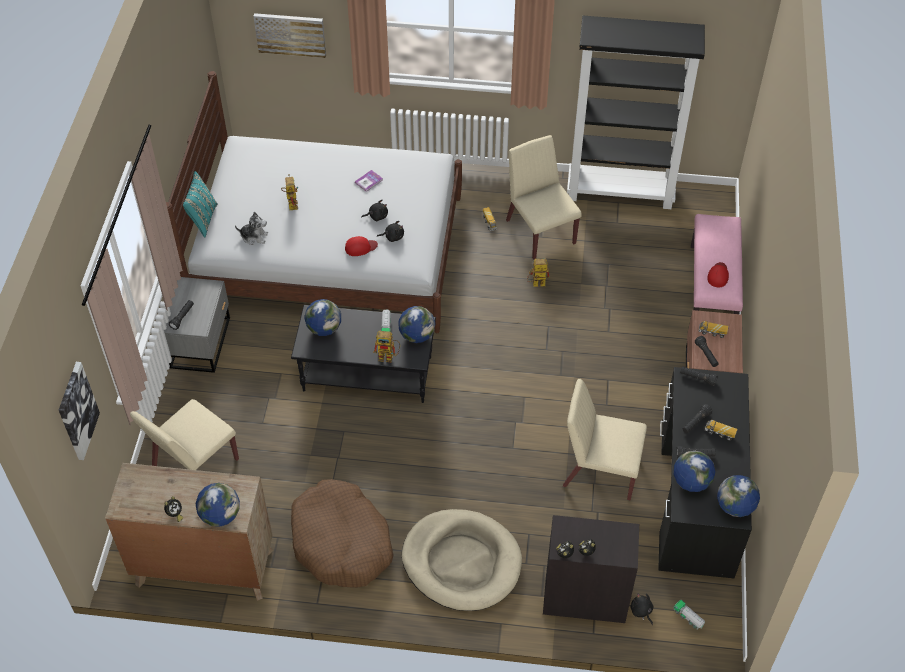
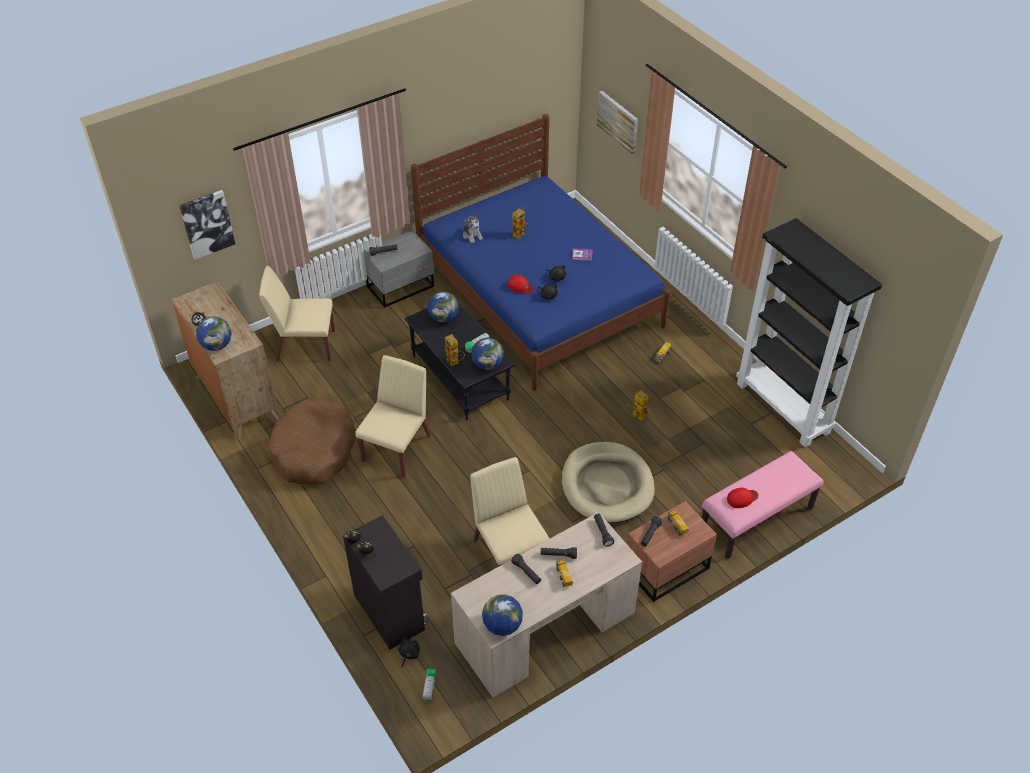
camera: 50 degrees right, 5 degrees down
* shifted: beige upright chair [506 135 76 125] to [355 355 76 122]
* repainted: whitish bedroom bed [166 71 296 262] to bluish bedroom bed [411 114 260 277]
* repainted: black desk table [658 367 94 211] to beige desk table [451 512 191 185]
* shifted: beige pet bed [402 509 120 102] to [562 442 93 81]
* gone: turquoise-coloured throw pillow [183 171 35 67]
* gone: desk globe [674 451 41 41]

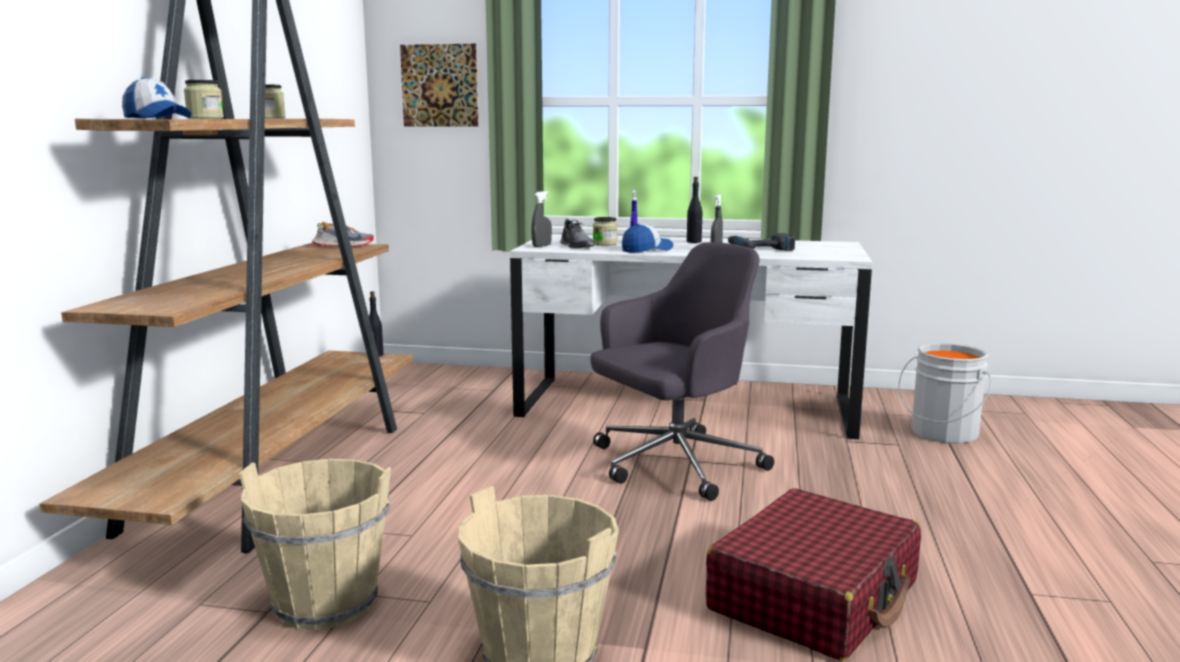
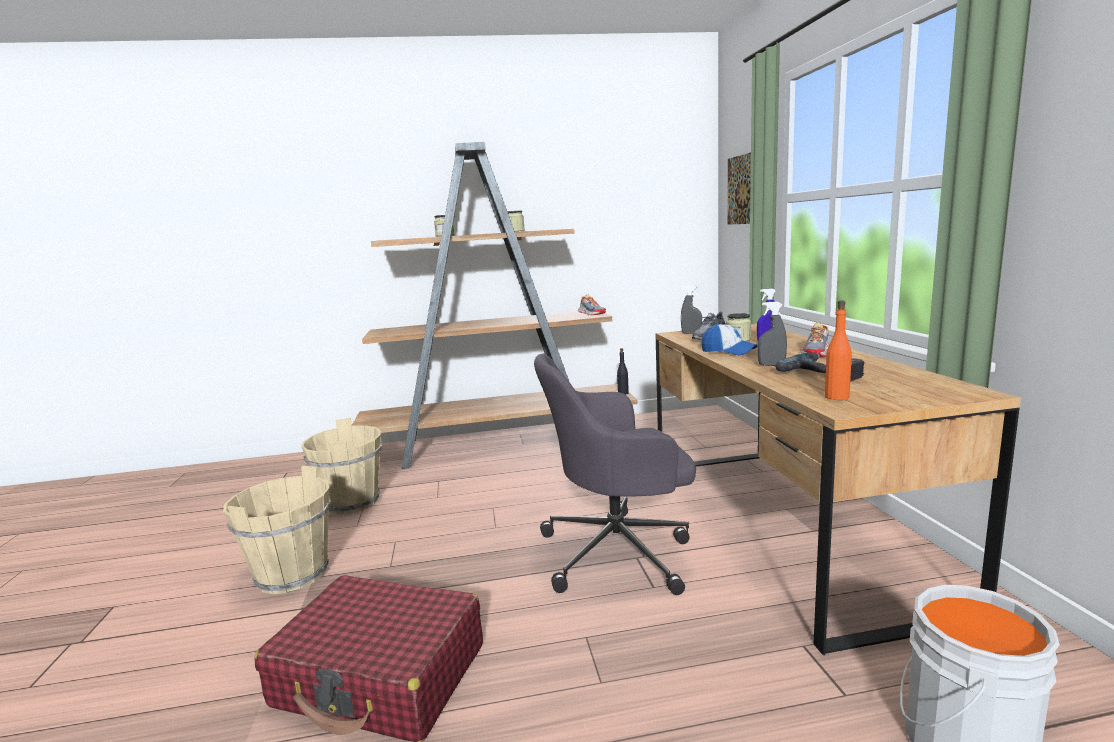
camera: 70 degrees right, 0 degrees up
* rotated: greyish desk chair [591 242 183 259] = [534 354 162 241] 135 degrees clockwise
* repainted: whitish desk table [510 234 362 205] to brown-coloured desk table [655 324 366 331]
* swapped: black beverage bottle [687 177 15 66] to shoe [801 322 29 35]
* new: orangey beverage bottle [825 300 27 100]
* gone: baseball cap [122 77 69 41]

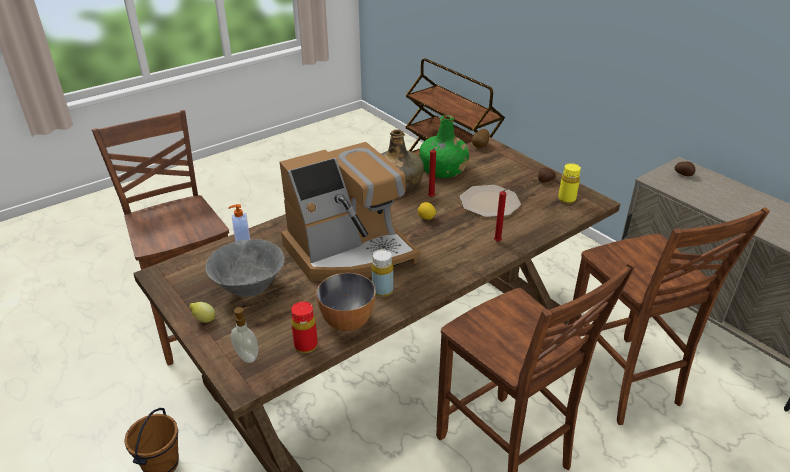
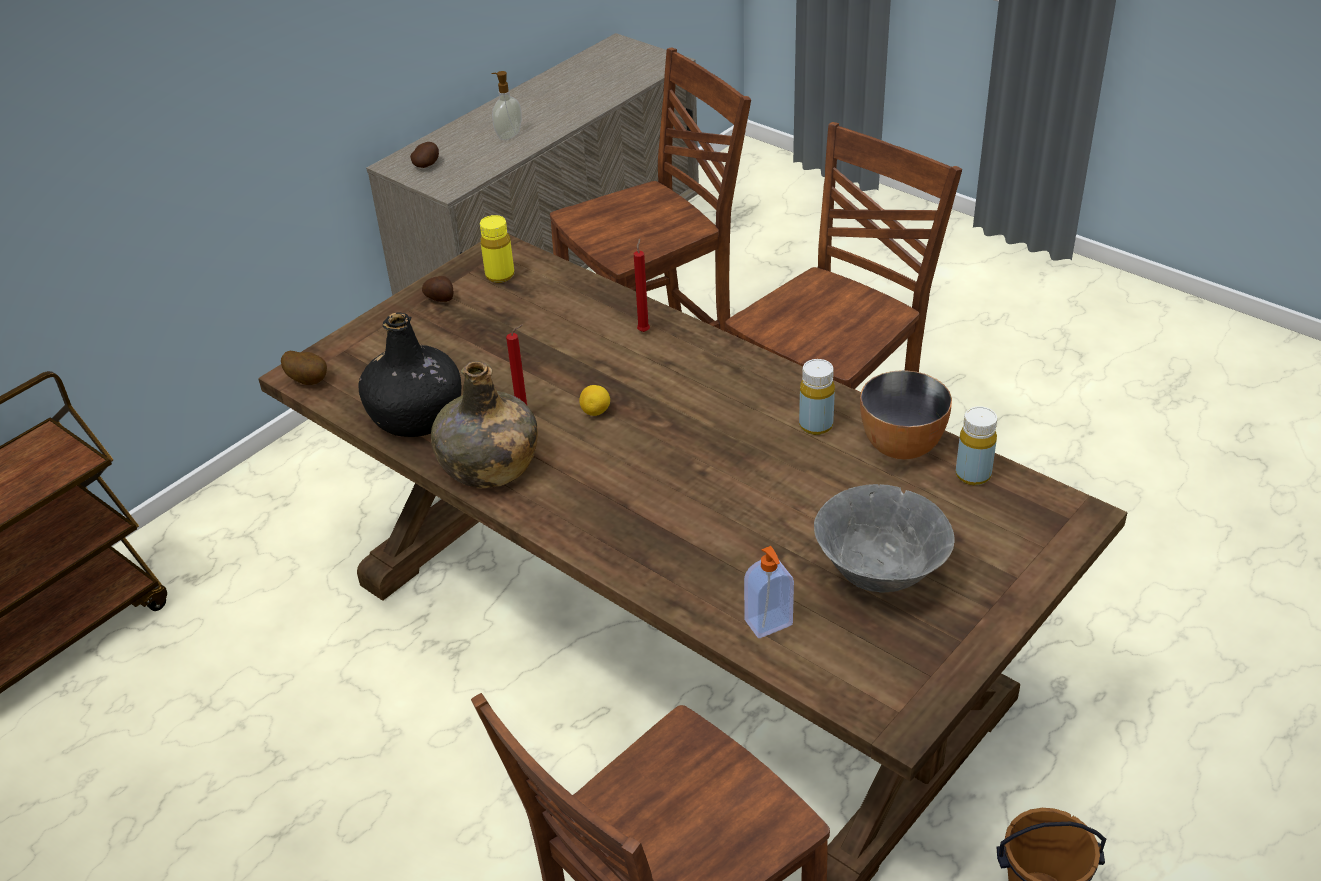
camera: 100 degrees left, 5 degrees up
* repainted: greenish beverage bottle [419 115 51 63] to black beverage bottle [359 312 103 125]
* shifted: soap bottle [231 306 27 57] to [491 71 31 69]
* repainted: reddish beverage bottle [291 301 27 52] to yellow beverage bottle [956 406 41 79]
* gone: whole lemon [189 302 26 21]
* gone: coffee maker [280 142 140 139]
* gone: flat dish [460 185 61 32]

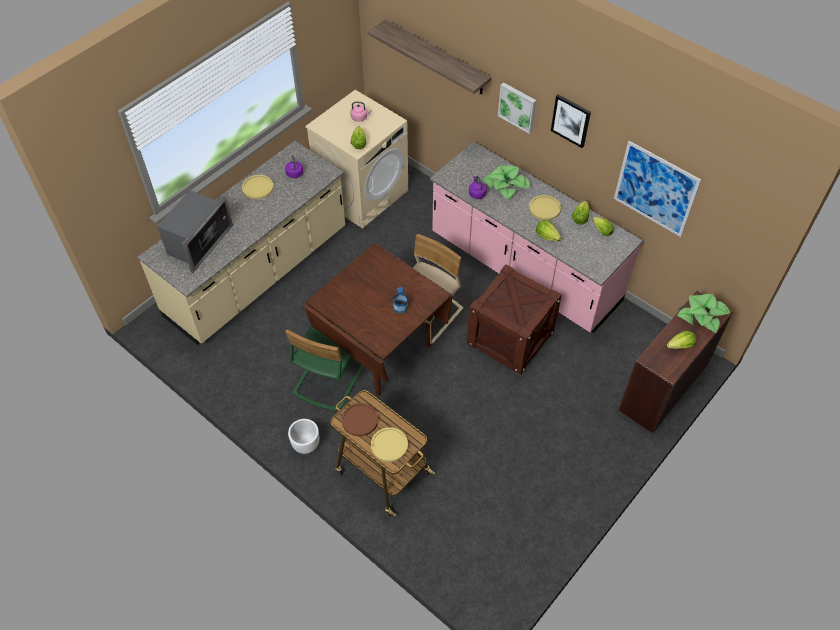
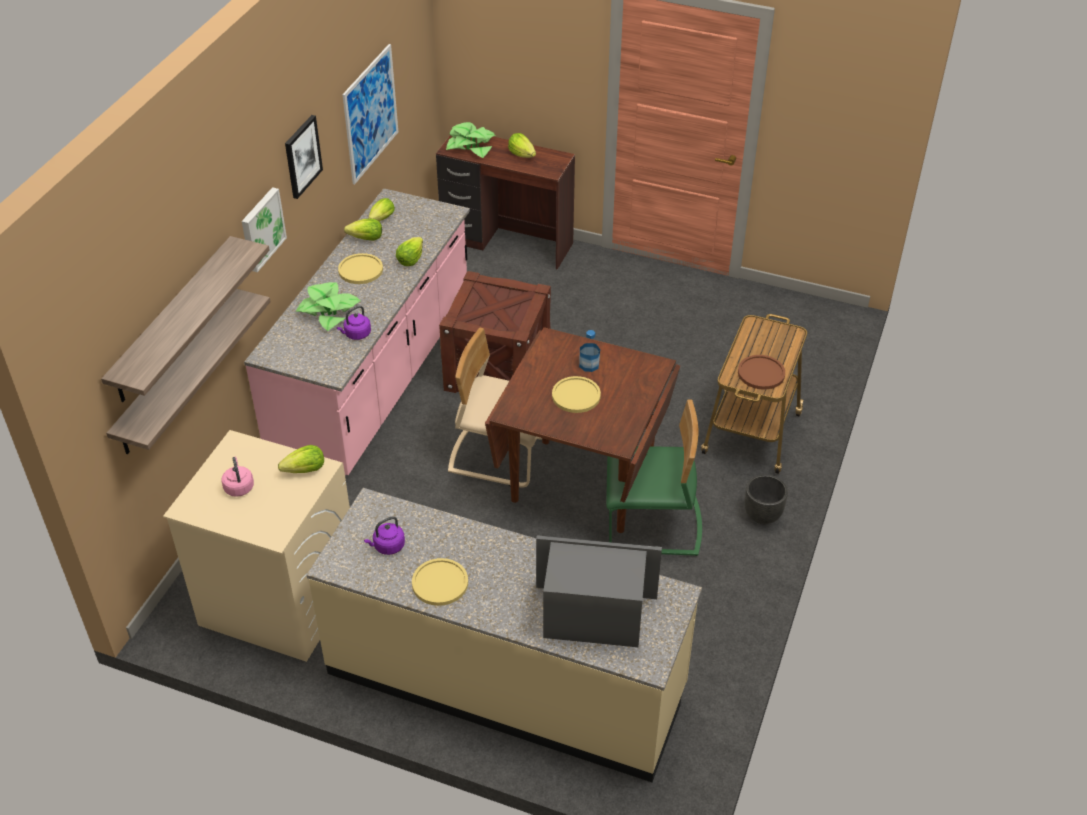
camera: 110 degrees left, 10 degrees down
* new: bracket shelf [106 289 165 165]
* shifted: yellow flat dish [371 427 37 35] to [552 376 49 37]
* repainted: whitish planter [288 419 31 35] to black planter [744 475 44 49]

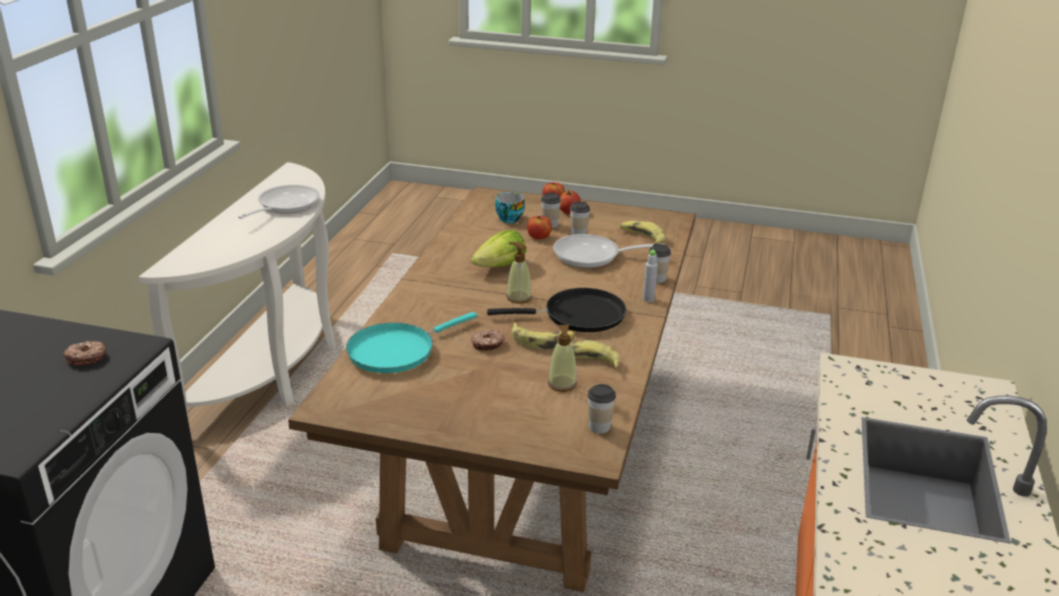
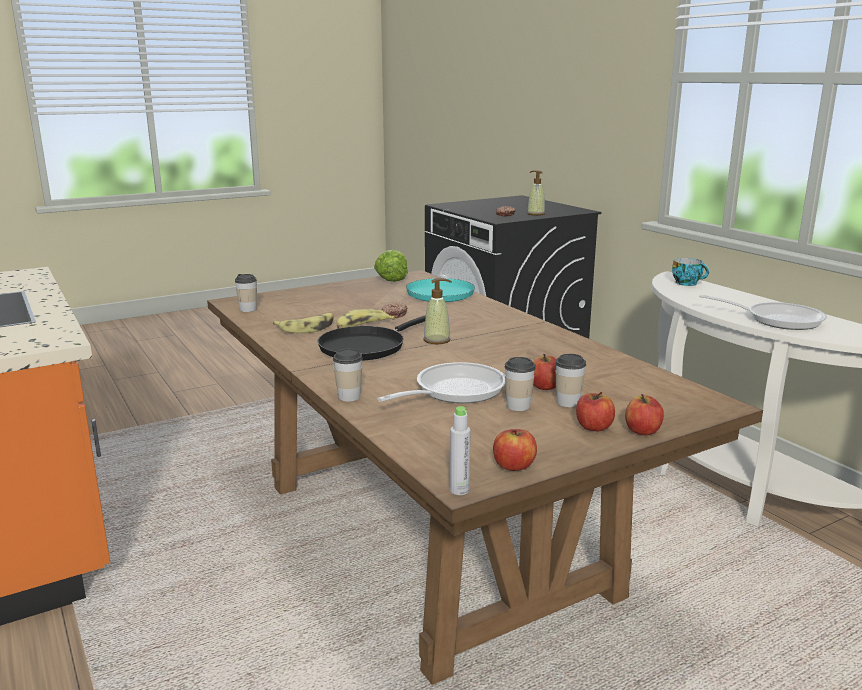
camera: 135 degrees right, 10 degrees down
* shifted: lettuce [471 230 55 37] to [374 250 34 32]
* shifted: greyish beverage bottle [643 249 15 53] to [450 406 21 89]
* new: apple fruit [493 429 44 42]
* shifted: soap bottle [548 325 29 67] to [527 170 18 46]
* shifted: drinking cup [495 192 30 31] to [672 258 37 28]
* rotated: skillet [238 185 82 34] = [699 294 128 36] 45 degrees counterclockwise
* gone: banana [620 221 46 23]

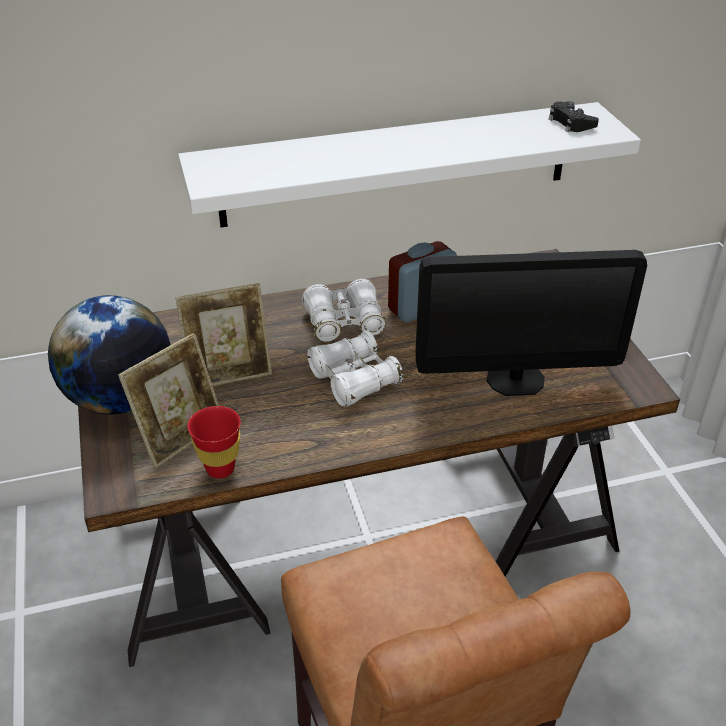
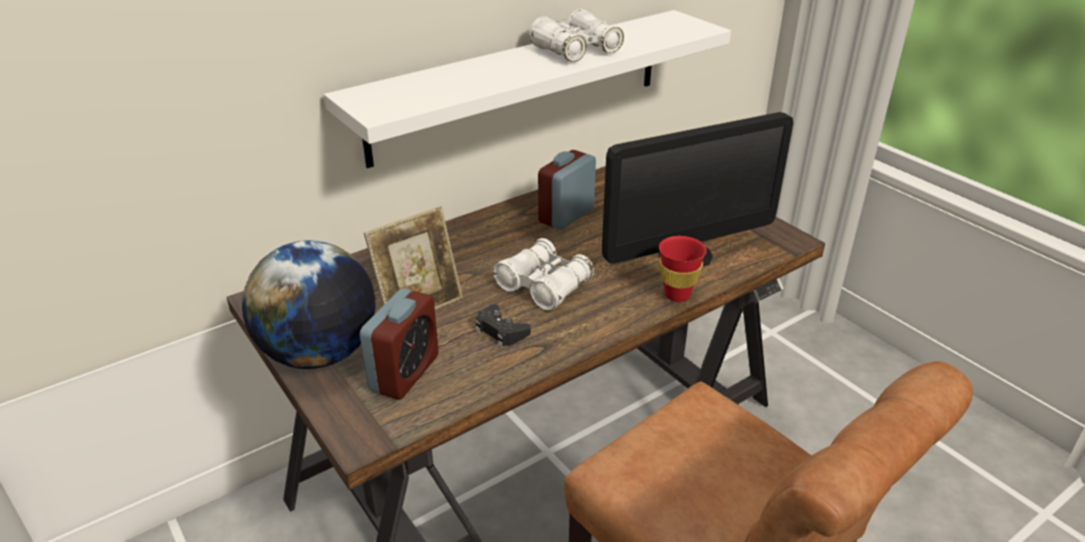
camera: 20 degrees left, 5 degrees down
* swapped: standing frame [118 333 101 135] to bedside clock [360 288 79 112]
* shifted: black gamepad [549 101 50 31] to [475 304 56 44]
* shifted: whitish field glasses [302 279 84 63] to [529 9 95 53]
* shifted: reddish drinking cup [187 406 54 73] to [659 236 48 66]

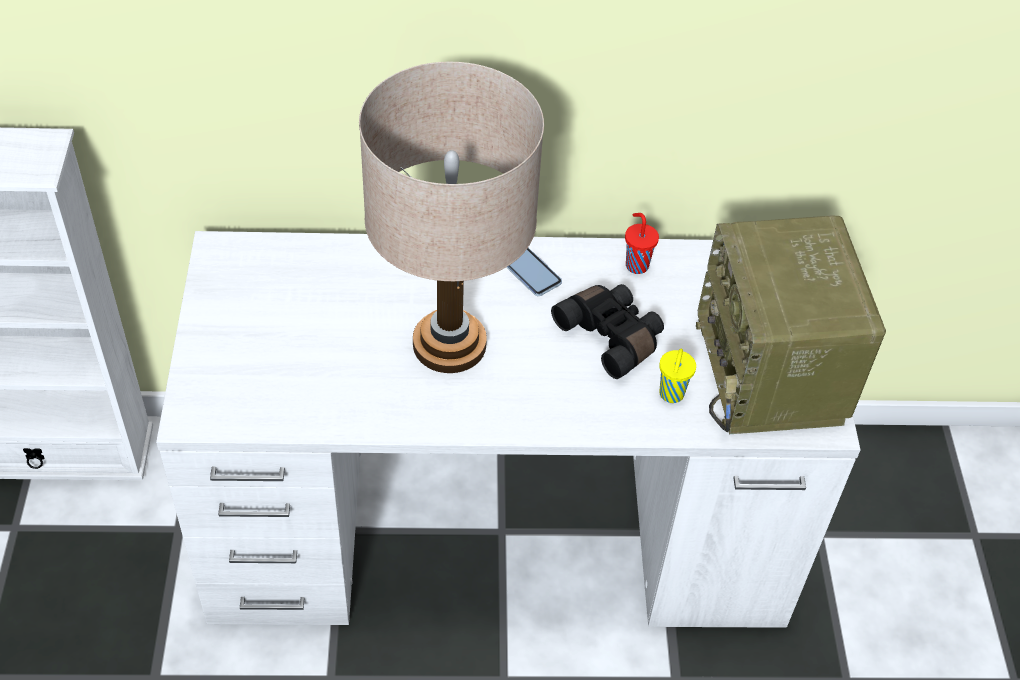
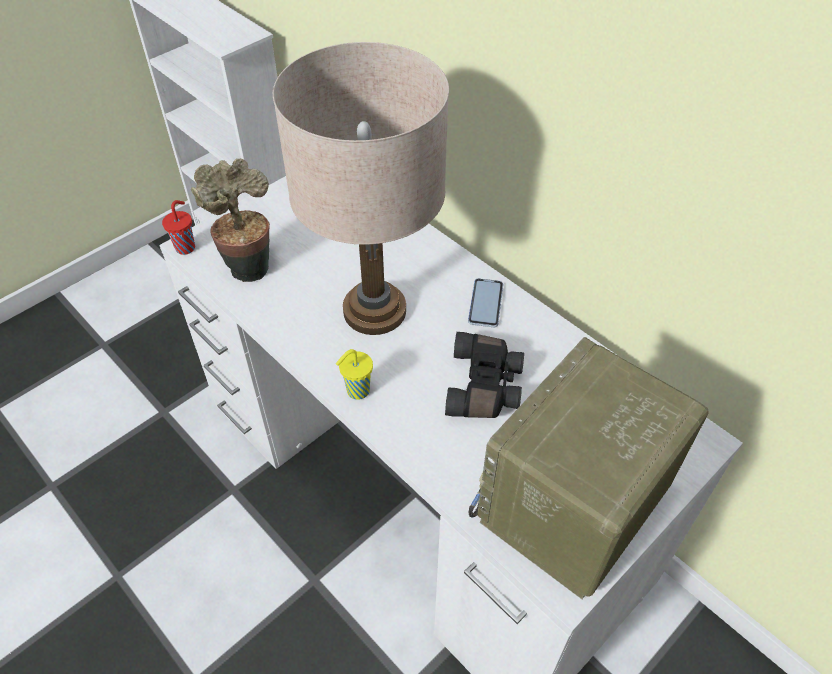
camera: 50 degrees right, 0 degrees up
* shifted: reddish drinking cup [625 213 34 61] to [162 200 33 55]
* new: potted plant [191 159 79 123]
* shifted: yellow drinking cup [659 349 37 54] to [336 349 37 51]

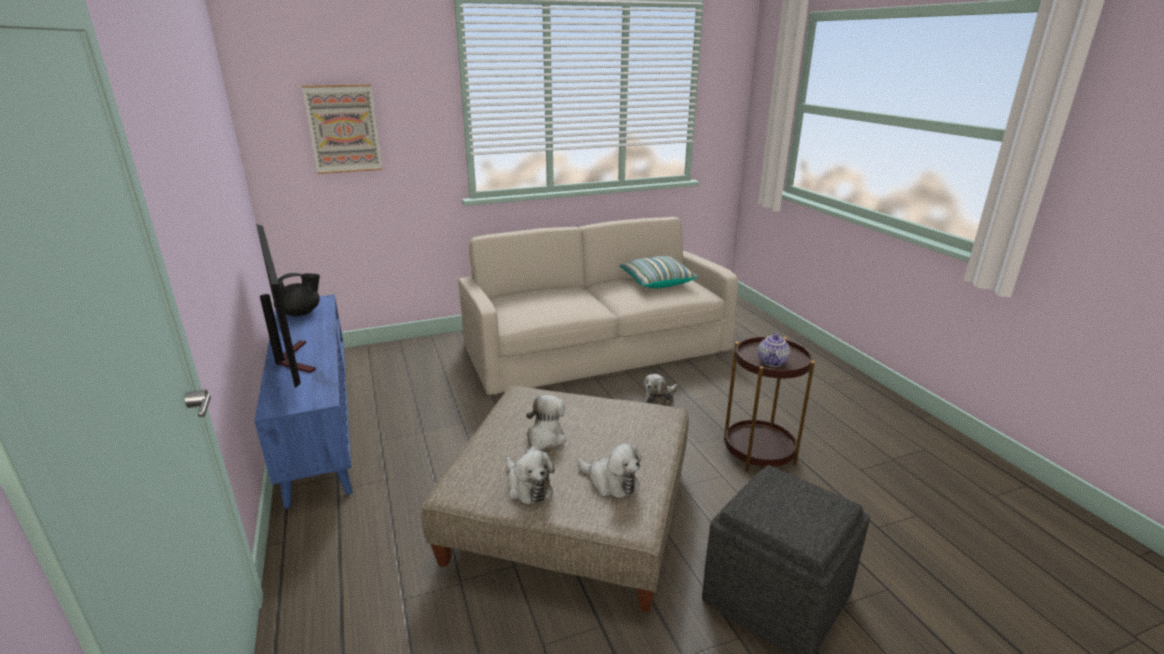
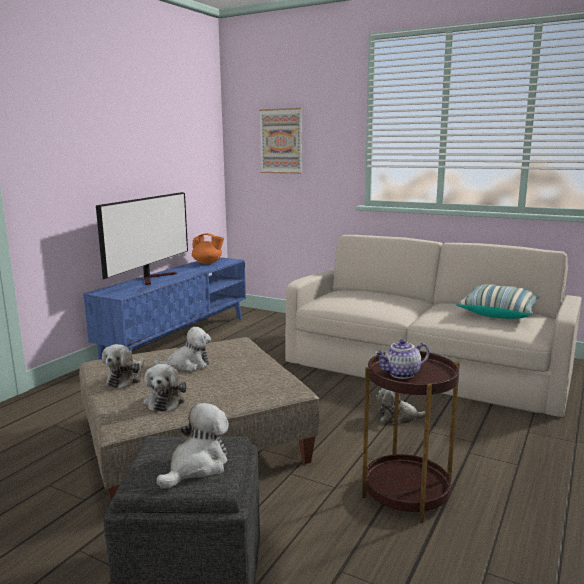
camera: 50 degrees right, 10 degrees down
* new: cuddly toy [156 403 73 86]
* repainted: black teapot [274 273 46 43] to orangey teapot [192 233 32 31]

